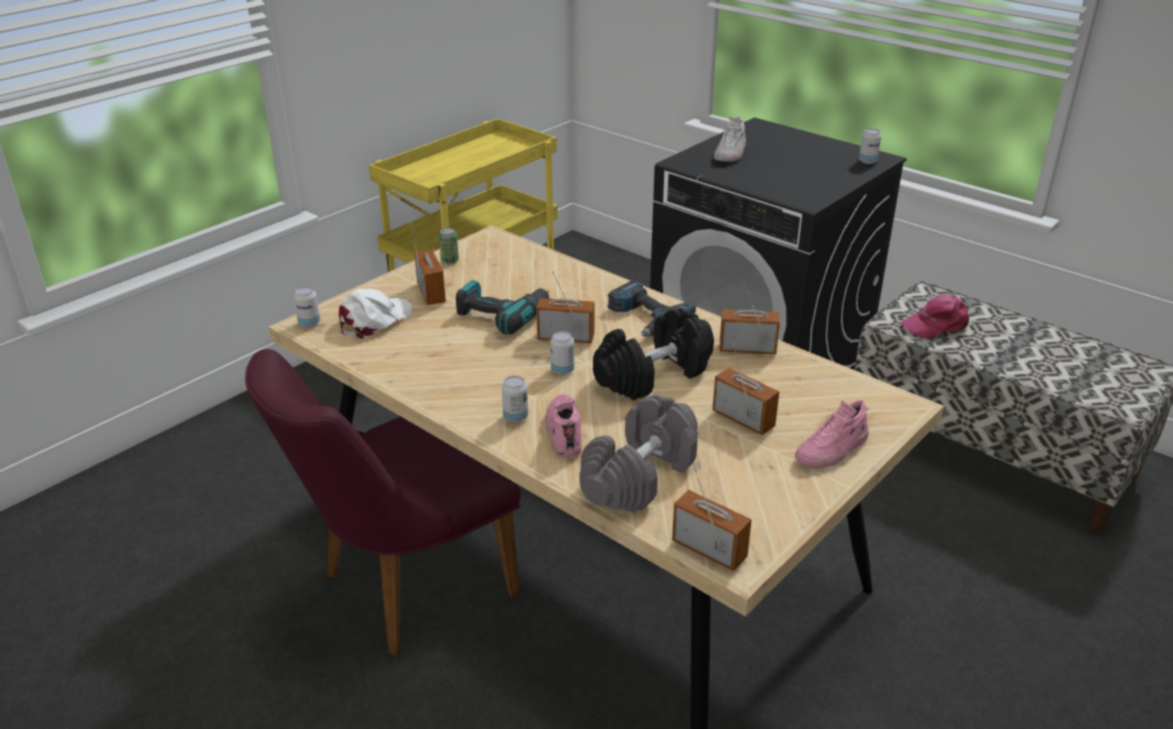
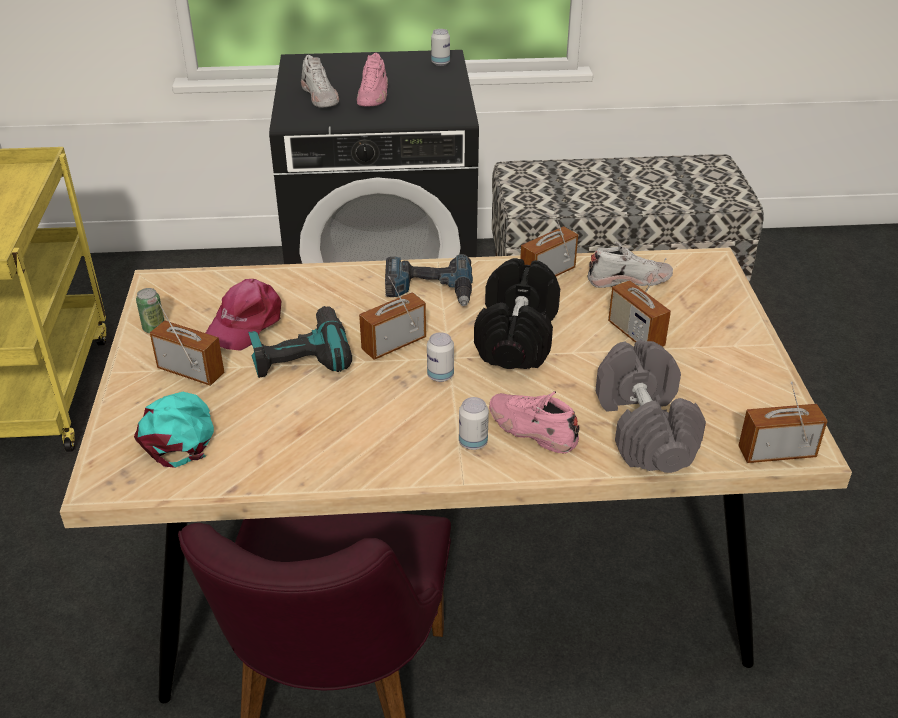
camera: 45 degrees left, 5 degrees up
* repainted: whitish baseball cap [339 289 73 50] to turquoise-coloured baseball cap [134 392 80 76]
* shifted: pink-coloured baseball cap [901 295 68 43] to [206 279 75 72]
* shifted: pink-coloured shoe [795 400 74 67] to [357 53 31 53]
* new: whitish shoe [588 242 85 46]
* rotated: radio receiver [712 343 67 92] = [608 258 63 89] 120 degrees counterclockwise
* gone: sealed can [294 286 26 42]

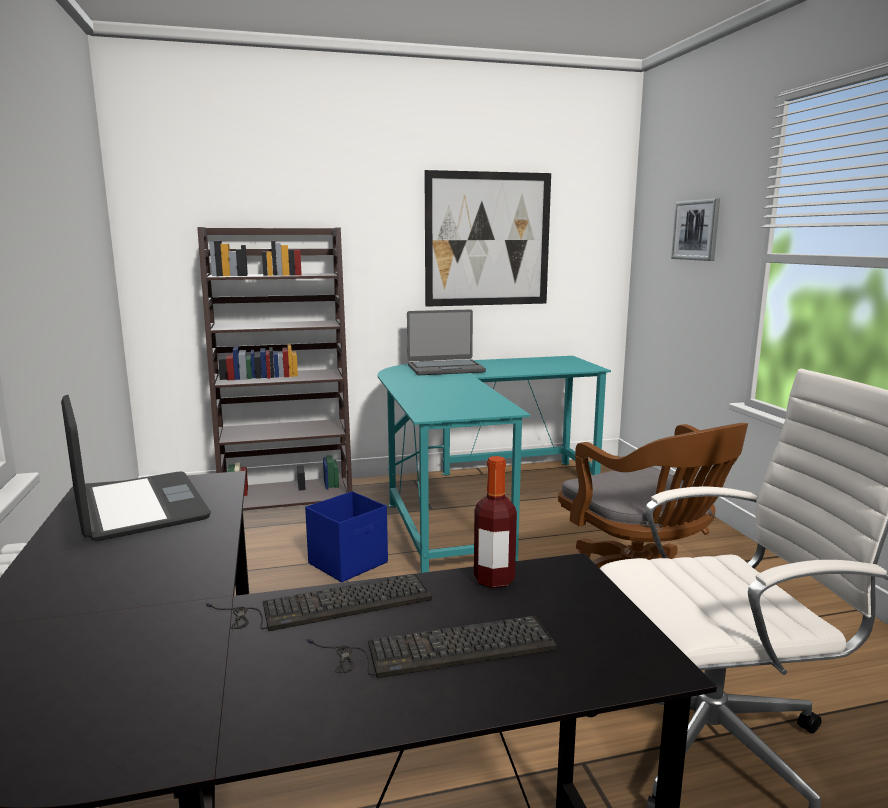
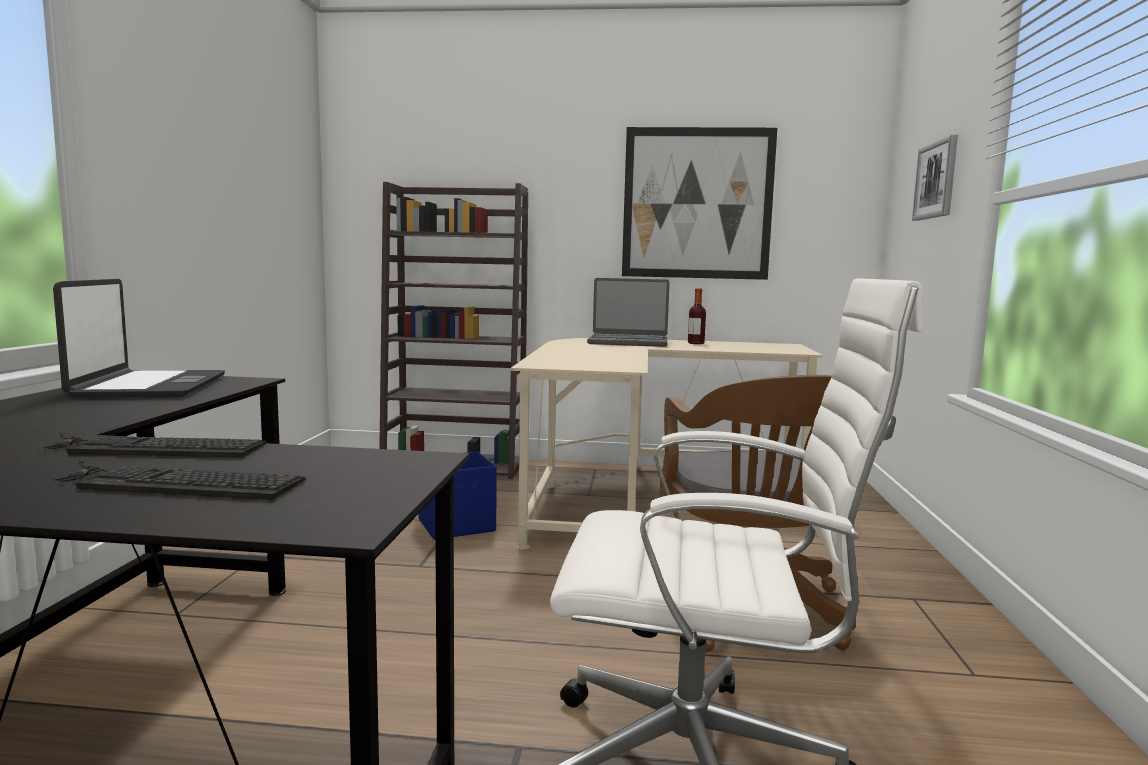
camera: 20 degrees right, 5 degrees down
* repainted: turquoise-coloured desk table [378 356 233 217] to beige desk table [511 338 312 212]
* shifted: beverage bottle [474 456 43 132] to [688 288 18 56]

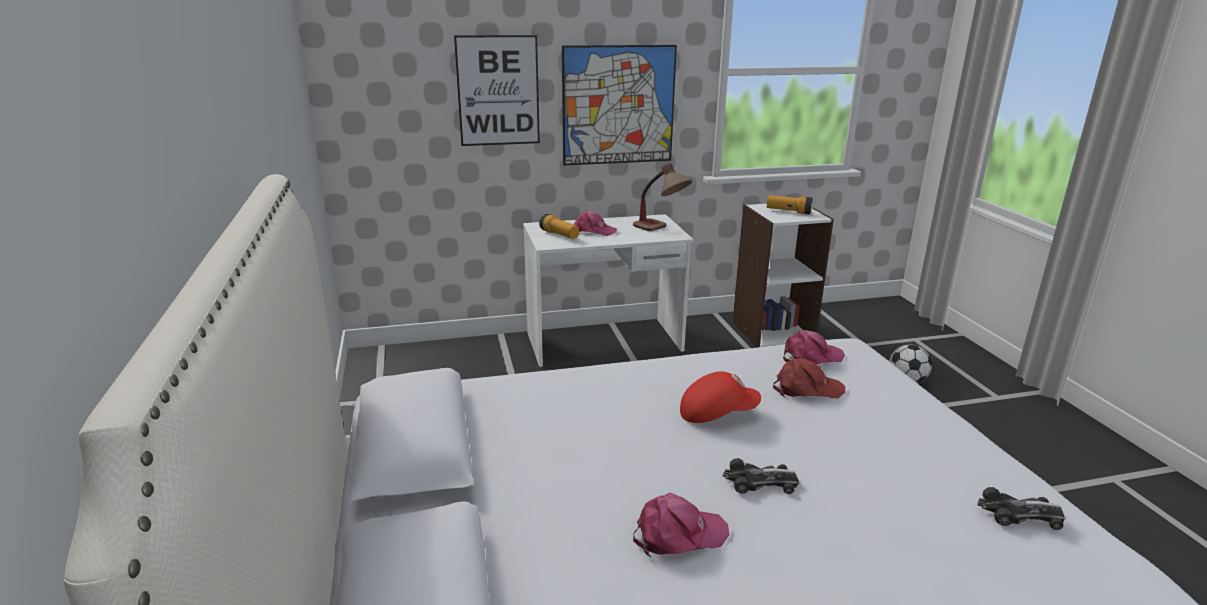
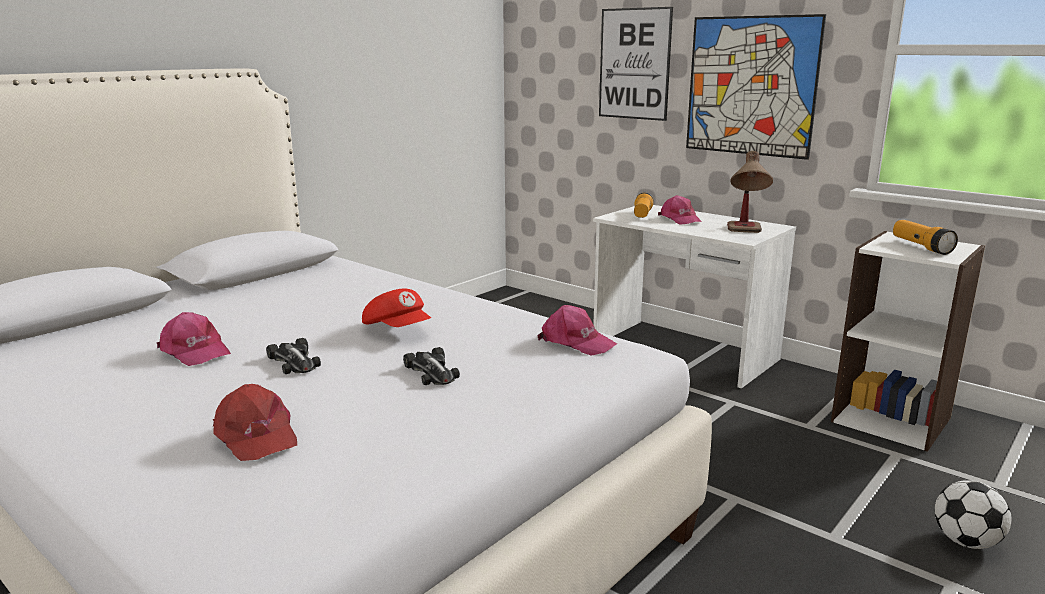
camera: 55 degrees right, 5 degrees down
* shifted: reddish baseball cap [773 358 72 40] to [213 384 84 77]
* shifted: miniature car [977 487 88 43] to [403 347 57 38]

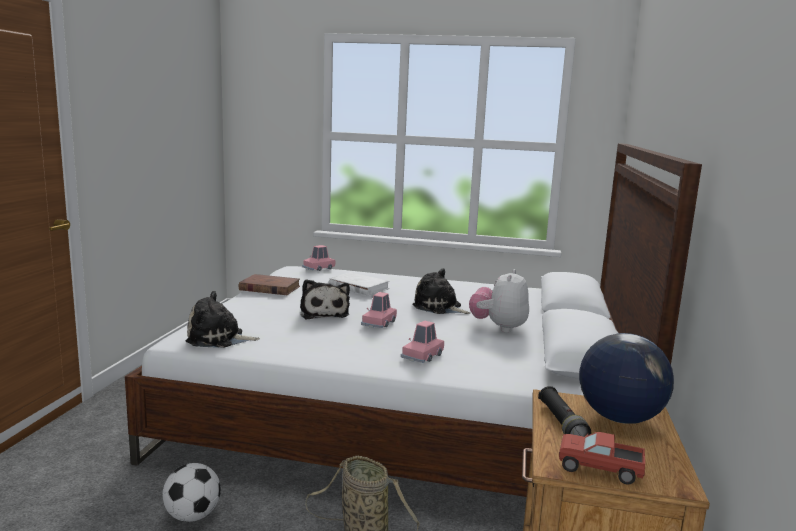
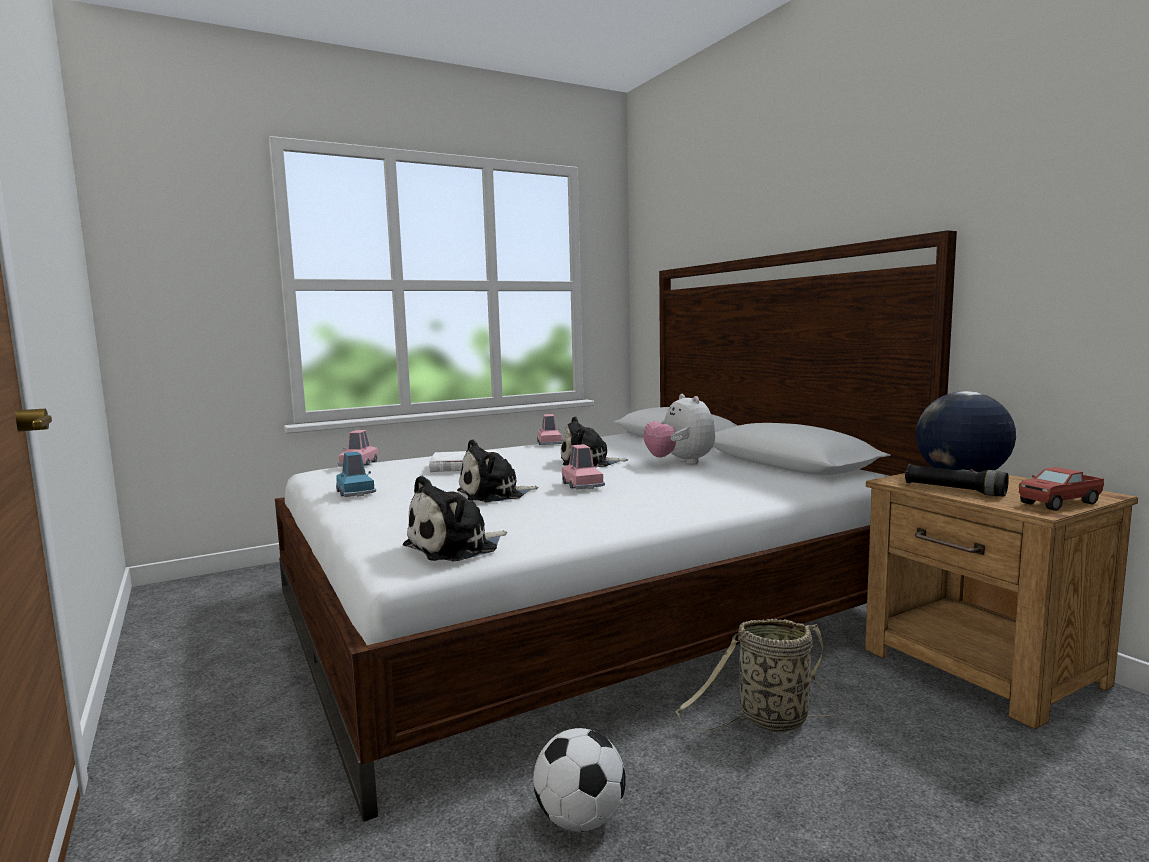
camera: 40 degrees left, 5 degrees down
* swapped: brown-coloured bound book [239 274 61 21] to bluish miniature car [336 451 40 46]
* rotated: cuddly toy [300 279 50 40] = [457 439 82 63] 120 degrees clockwise
* shifted: pink-coloured miniature car [401 320 43 43] to [537 414 25 31]

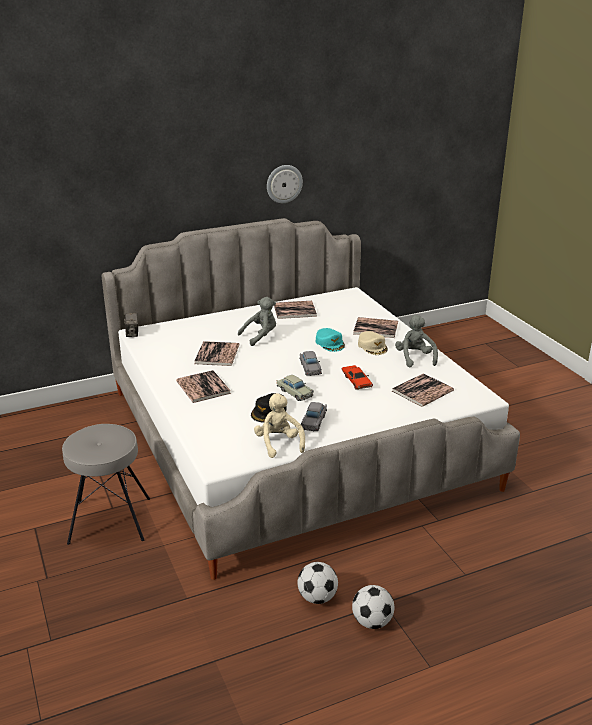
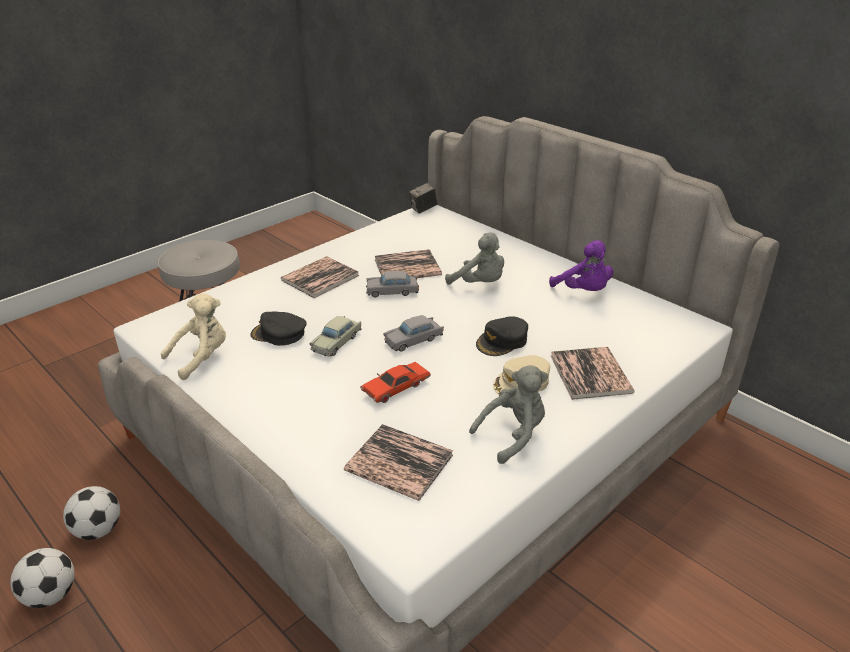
camera: 70 degrees right, 5 degrees up
* shifted: greyish miniature car [301 402 26 30] to [366 271 53 26]
* repainted: turquoise-coloured baseball cap [316 328 29 24] to black baseball cap [476 316 52 40]
* swapped: bound book [274 301 43 18] to purple cuddly toy [549 240 64 51]
* gone: clock on the wall [267 165 36 38]

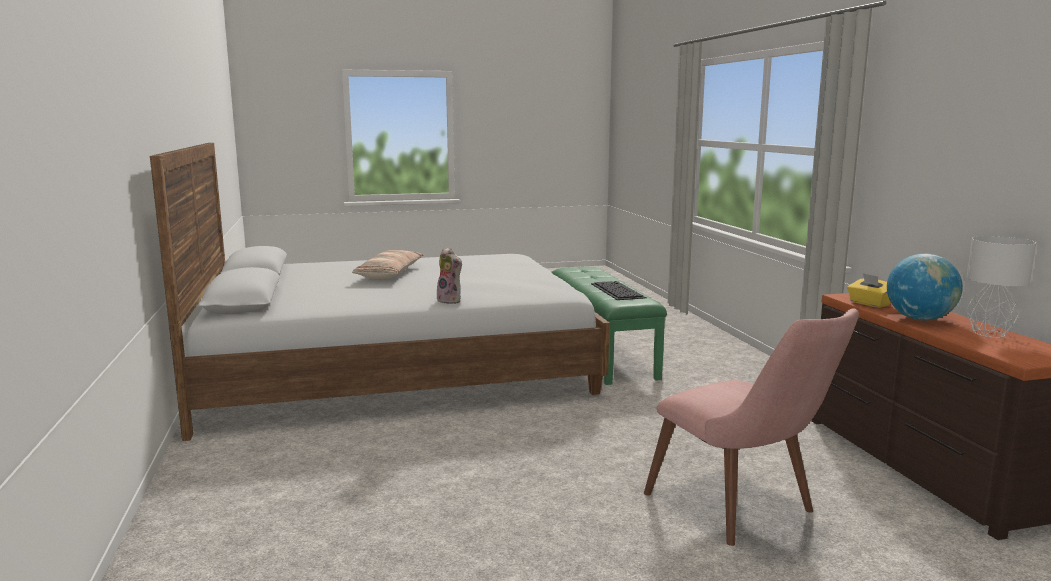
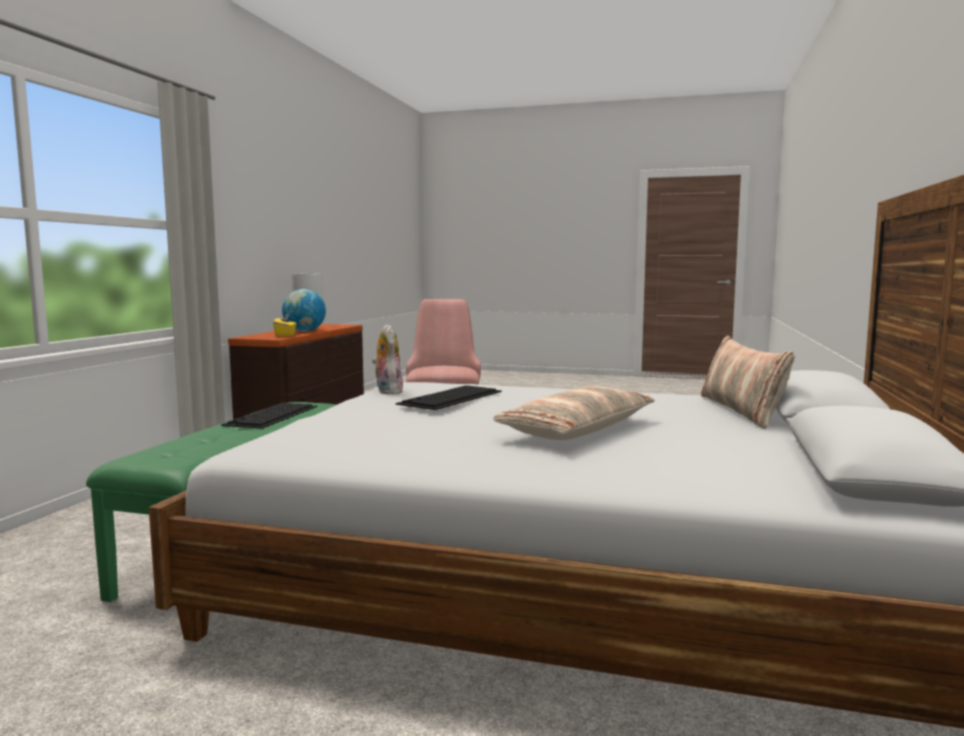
camera: 150 degrees left, 5 degrees down
* shifted: cuddly toy [437 247 25 57] to [372 325 31 69]
* new: PC keyboard [396 385 106 25]
* new: throw pillow [701 335 94 94]

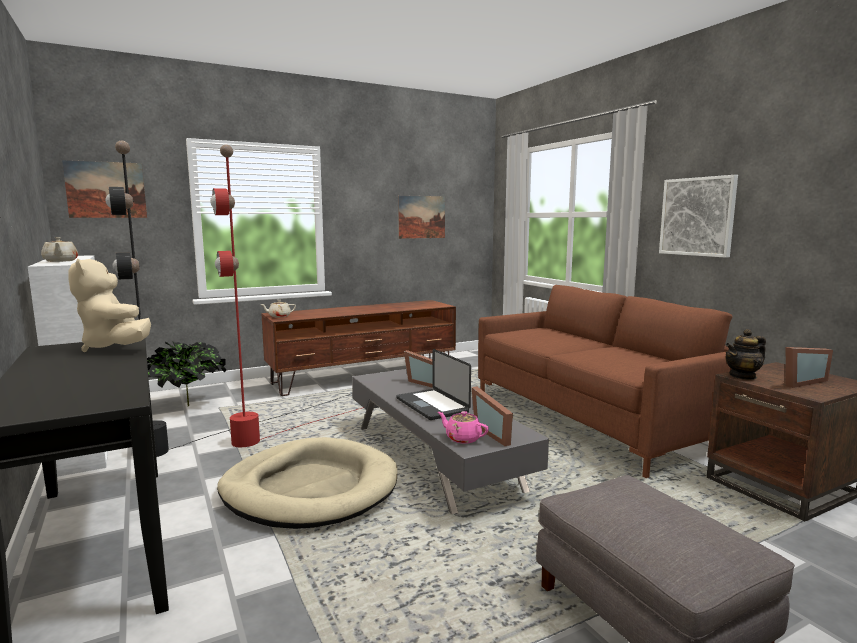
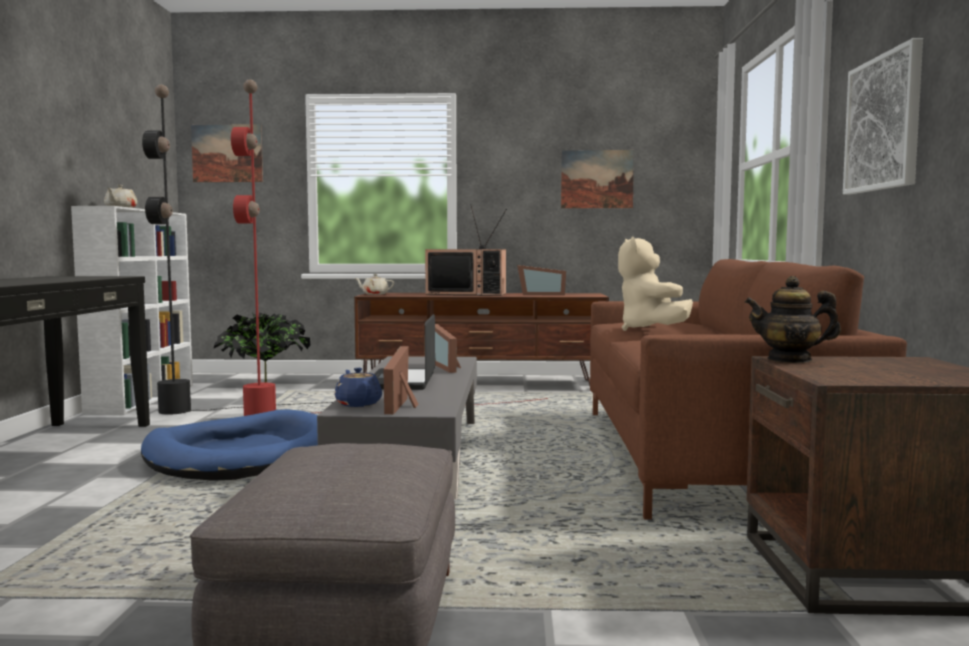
camera: 30 degrees right, 5 degrees down
* repainted: beige pet bed [217 437 181 92] to bluish pet bed [141 409 177 72]
* repainted: pink-coloured teapot [438 411 51 33] to bluish teapot [335 368 47 39]
* new: television [425 204 82 92]
* shifted: standing frame [786 347 47 41] to [517 265 49 31]
* shifted: beige cuddly toy [69 259 82 93] to [618 236 75 95]

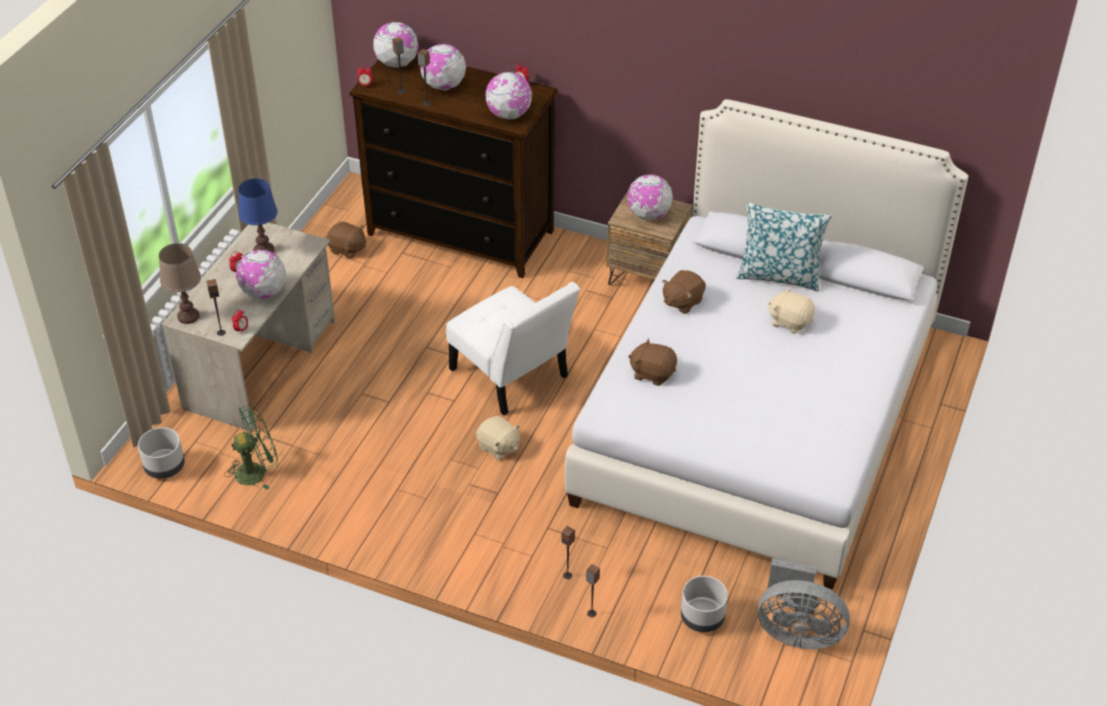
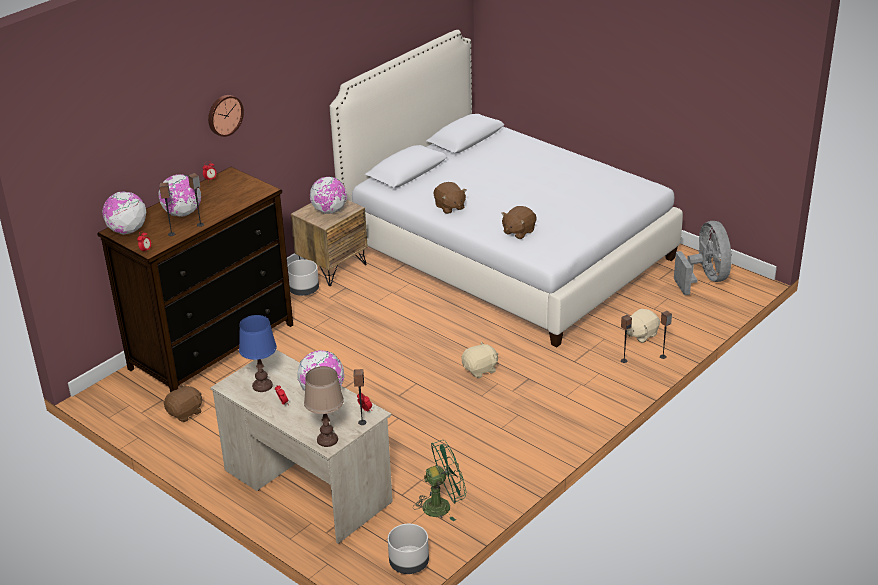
camera: 70 degrees left, 10 degrees down
* new: clock on the wall [208 95 36 42]
* shifted: greyish planter [681 576 47 56] to [288 259 31 37]
* rotated: greenish cooling fan [224 404 54 86] = [413 440 53 81] 75 degrees clockwise
* shifted: beige cuddly toy [768 287 47 47] to [627 309 33 34]
* rotated: greyish cooling fan [758 558 92 91] = [674 221 58 74] 45 degrees counterclockwise
* gone: whitish upright chair [446 282 134 133]
* gone: desk globe [485 72 47 47]
* gone: throw pillow [736 202 96 89]

